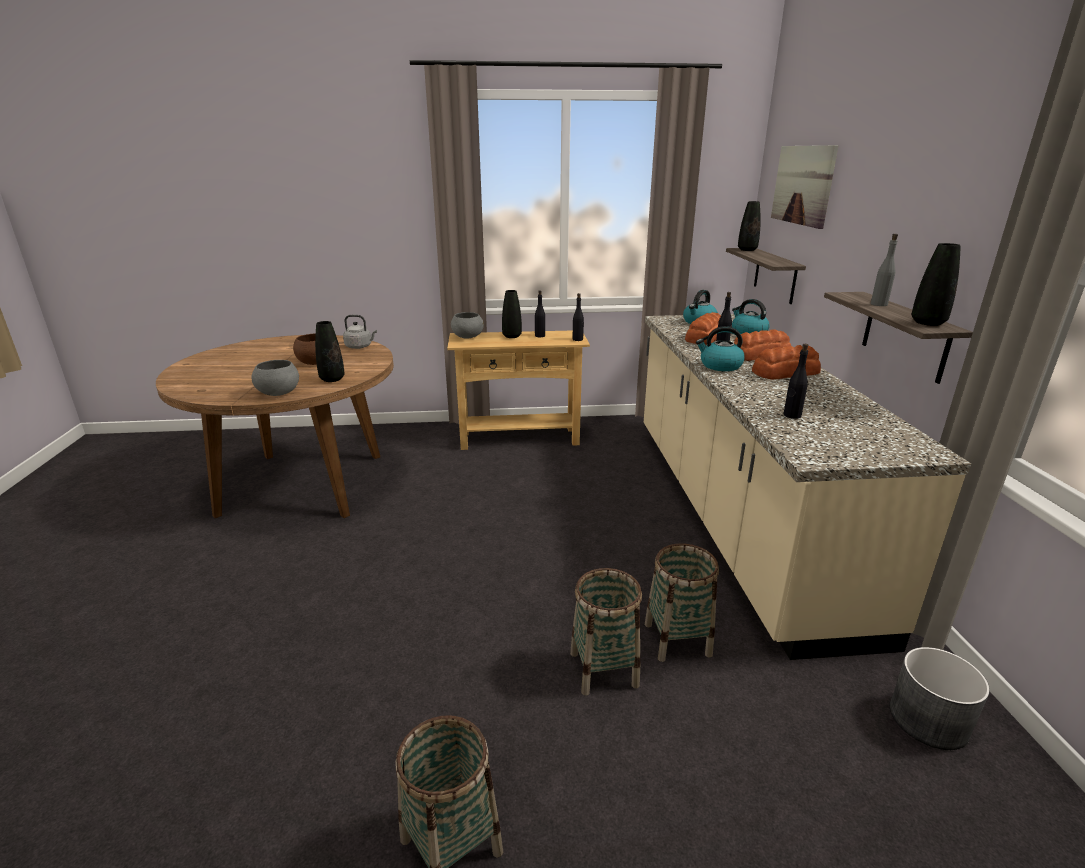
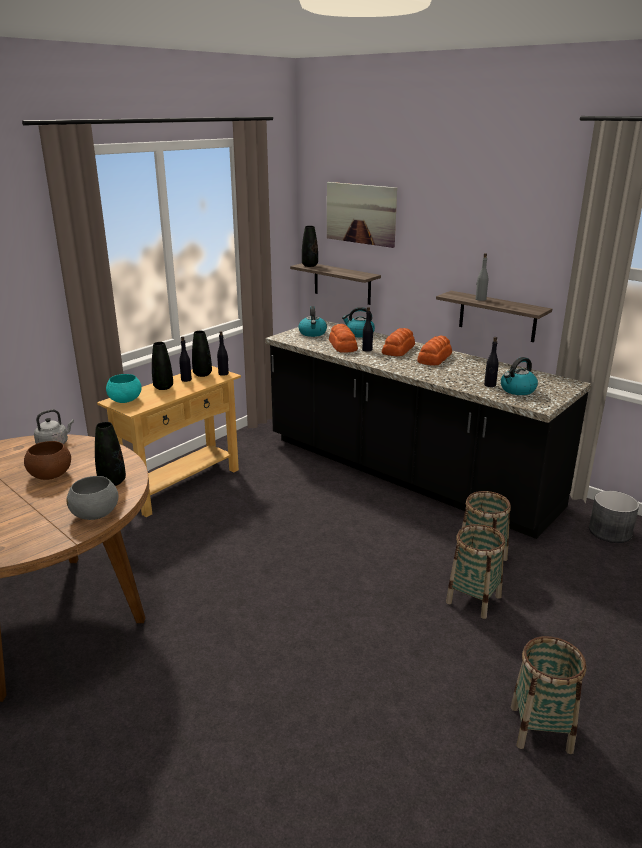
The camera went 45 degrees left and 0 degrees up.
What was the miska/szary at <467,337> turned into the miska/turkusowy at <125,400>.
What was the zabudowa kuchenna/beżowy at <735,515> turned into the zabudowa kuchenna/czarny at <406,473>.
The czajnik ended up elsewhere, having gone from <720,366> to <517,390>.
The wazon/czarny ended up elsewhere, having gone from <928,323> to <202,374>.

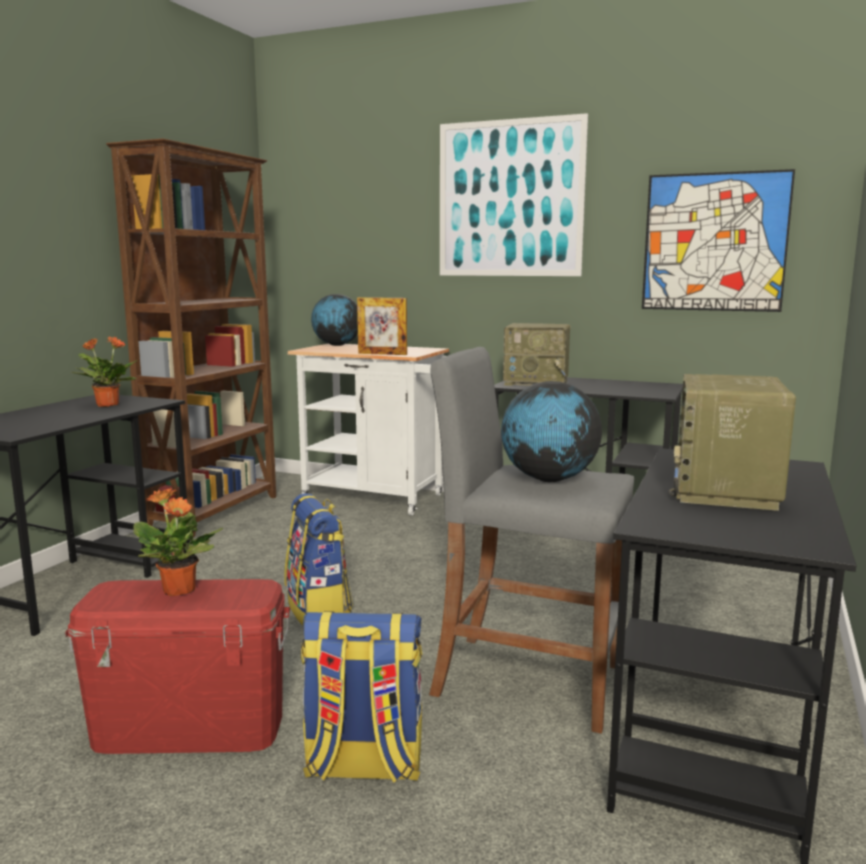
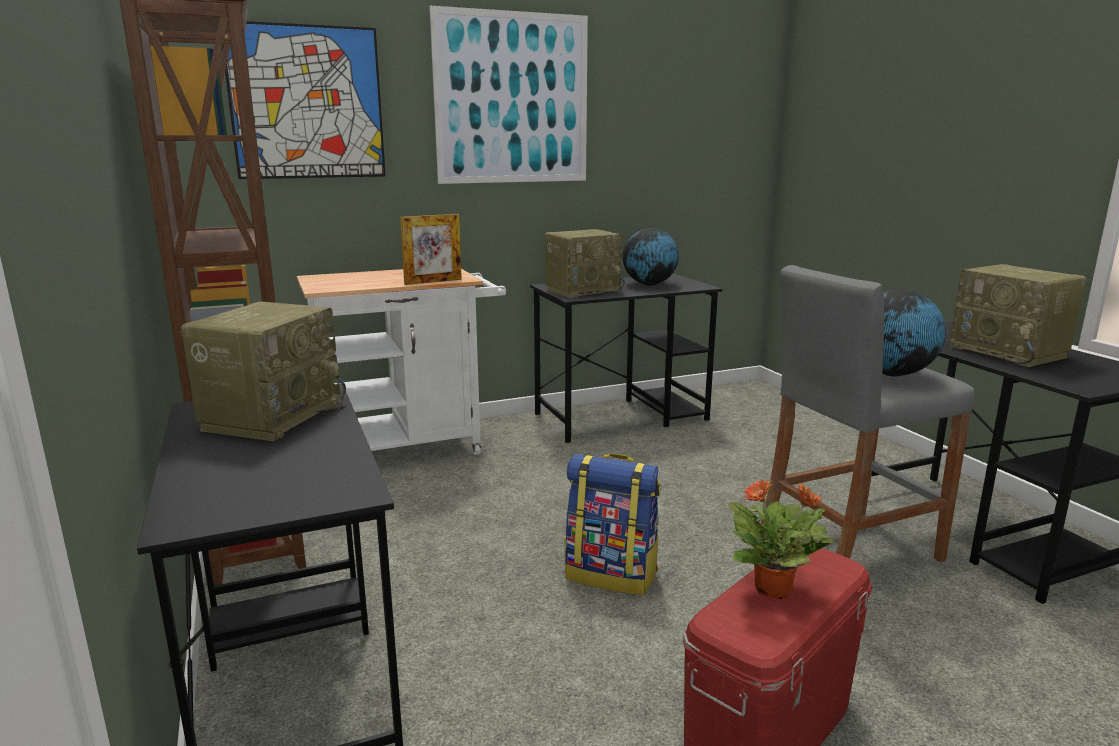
The camera went 45 degrees left and 5 degrees up.
Where the roślina doniczkowa stood at <107,405>, the radio came to stand at <272,416>.
The second view lost the plecak at <363,766>.
The globus ended up elsewhere, having gone from <337,345> to <649,284>.
The obraz ended up elsewhere, having gone from <714,242> to <307,103>.

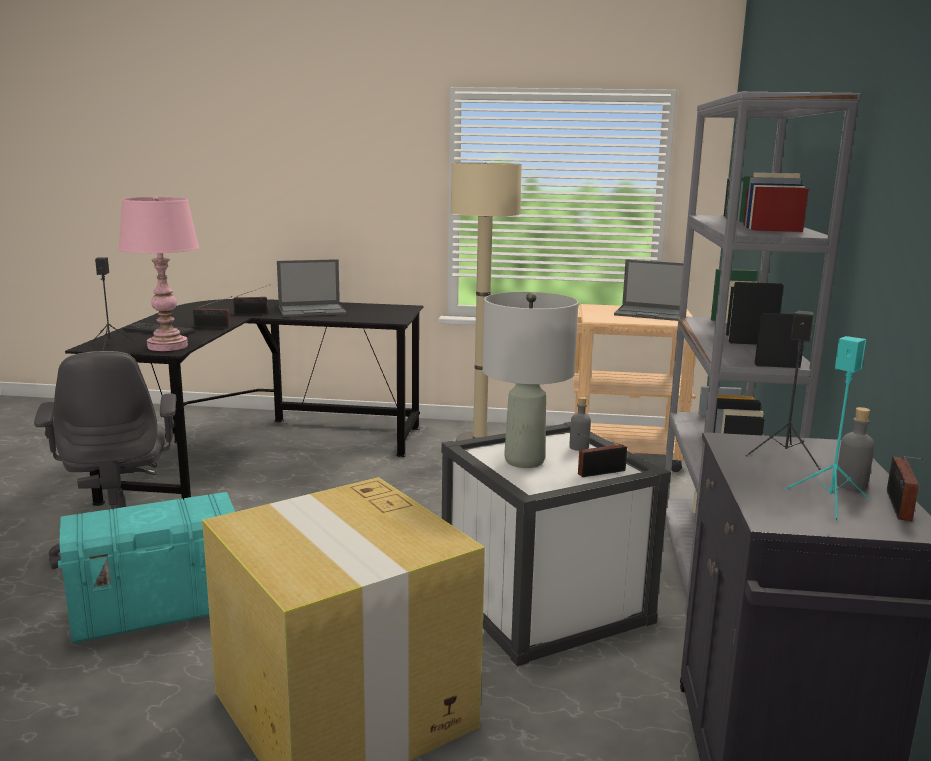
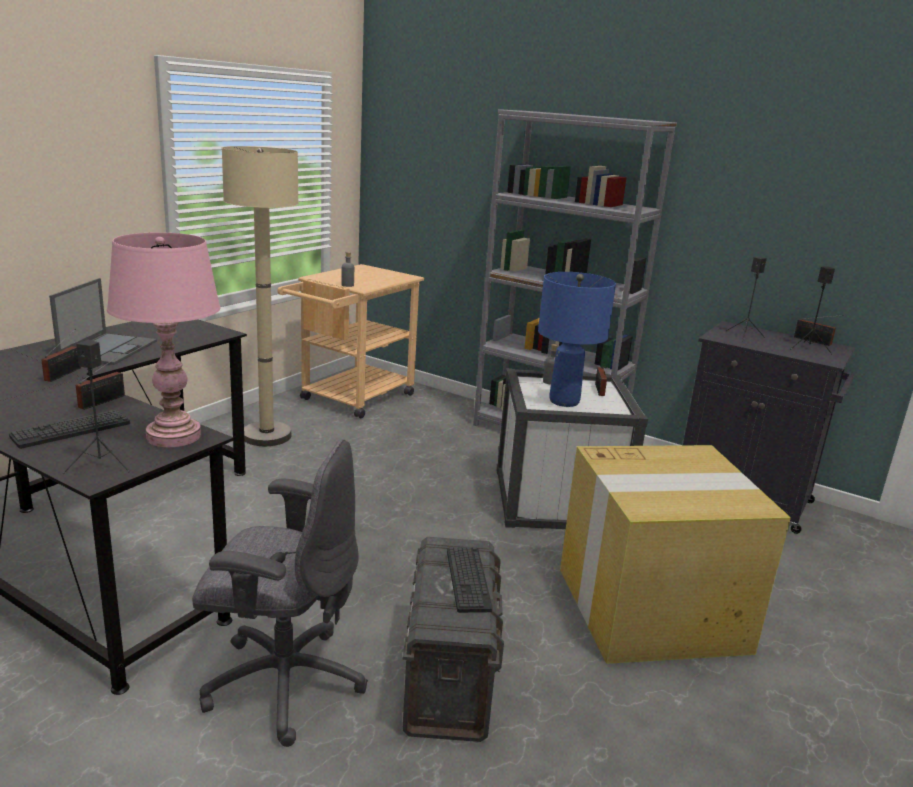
The camera went 65 degrees left and 5 degrees up.
What was the pojemnik do przechowywania/turkusowy at <159,609> turned into the pojemnik do przechowywania/szary at <449,674>.
What was the lampa stołowa/szary at <523,461> turned into the lampa stołowa/niebieski at <563,401>.
The second view lost the laptop at <651,313>.
What was the głośnik/turkusowy at <830,502> turned into the głośnik/czarny at <808,348>.
The butelka/szary ended up elsewhere, having gone from <851,484> to <347,285>.
The second view gained the klawiatura at <468,579>.

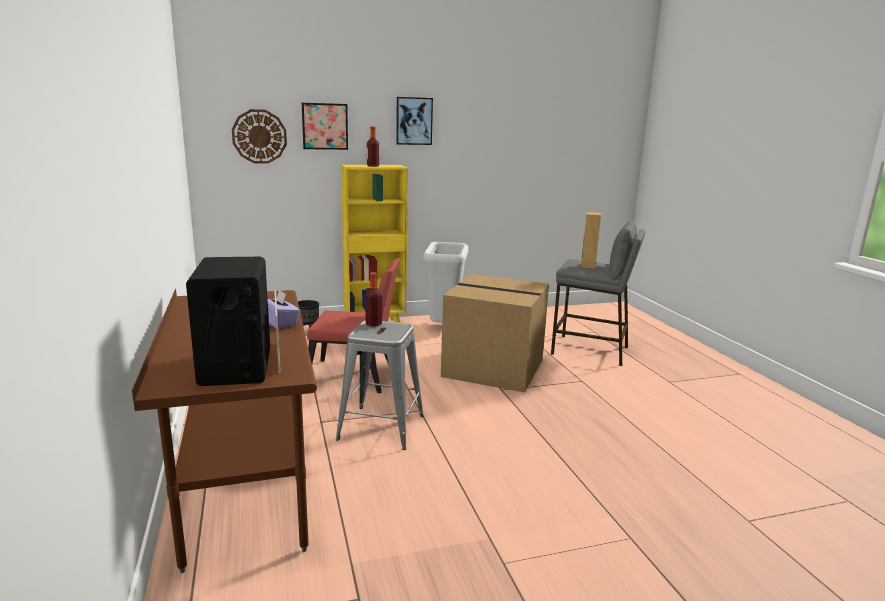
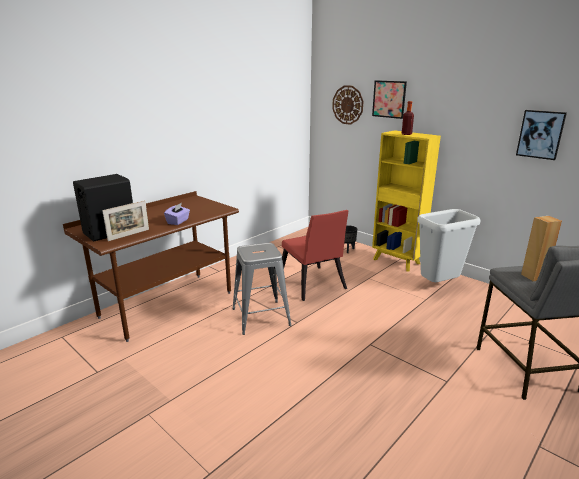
The camera went 60 degrees right and 5 degrees up.
The second view lost the butelka at <373,324>.
The obraz ended up elsewhere, having gone from <414,121> to <540,134>.
The second view lost the karton at <495,367>.

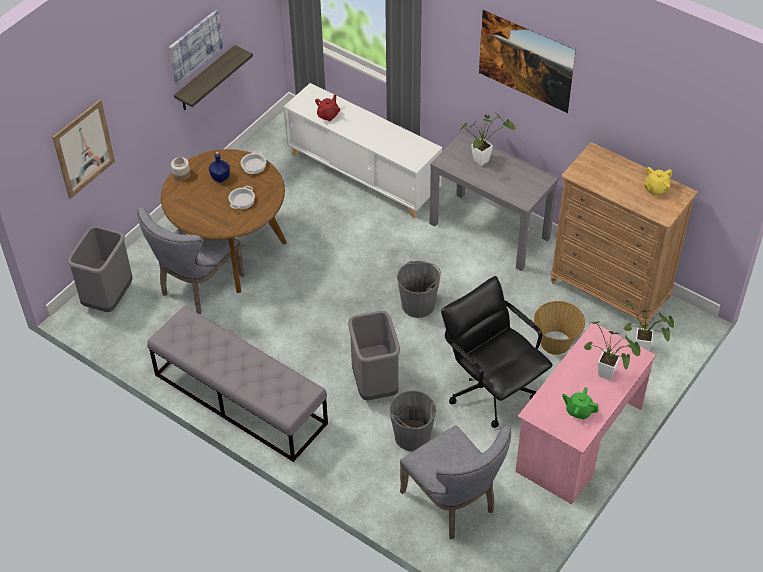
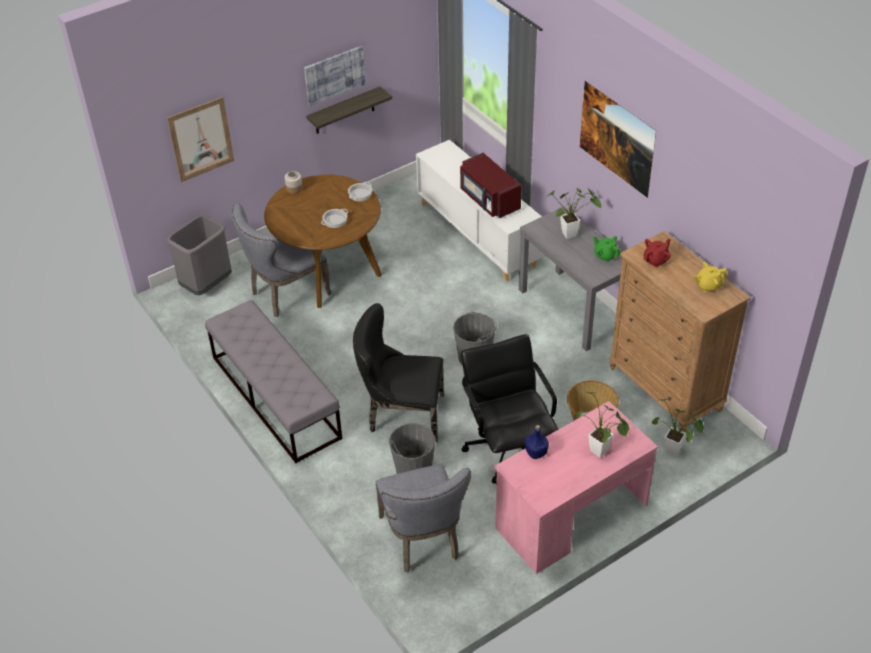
The camera went 20 degrees right and 5 degrees down.
The butelka/niebieski ended up elsewhere, having gone from <220,178> to <536,453>.
The imbryk/czerwony ended up elsewhere, having gone from <328,115> to <656,260>.
Where the kosz na śmieci/szary stood at <374,383>, the krzesło/czarny came to stand at <401,415>.
The imbryk/zielony ended up elsewhere, having gone from <578,411> to <605,255>.
The second view gained the mikrofalówka/czerwony at <489,199>.

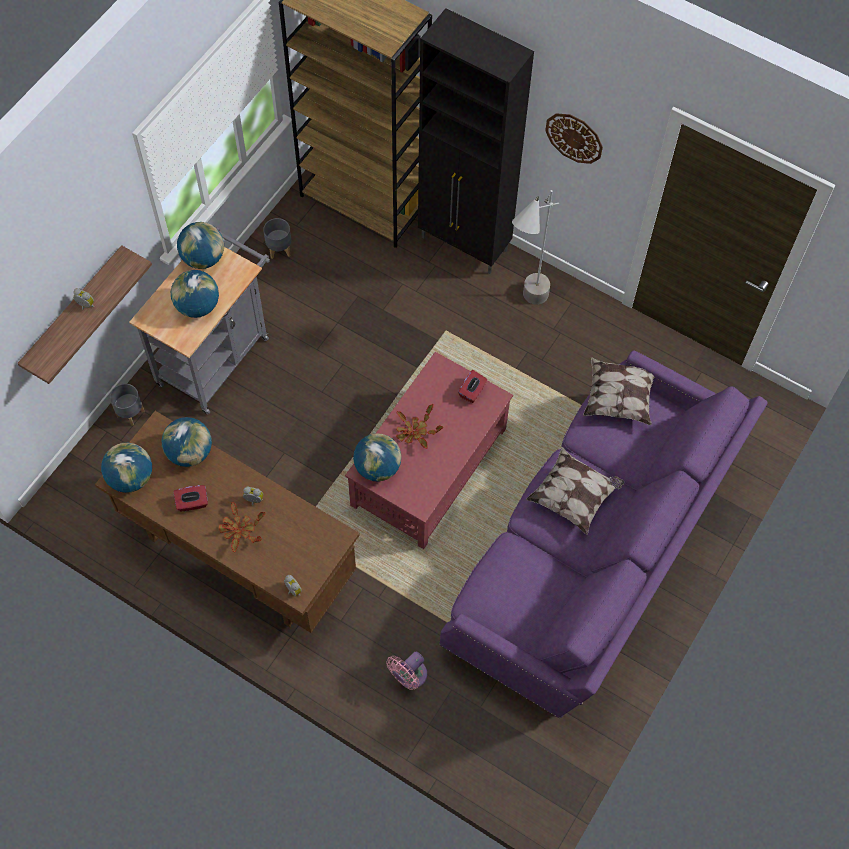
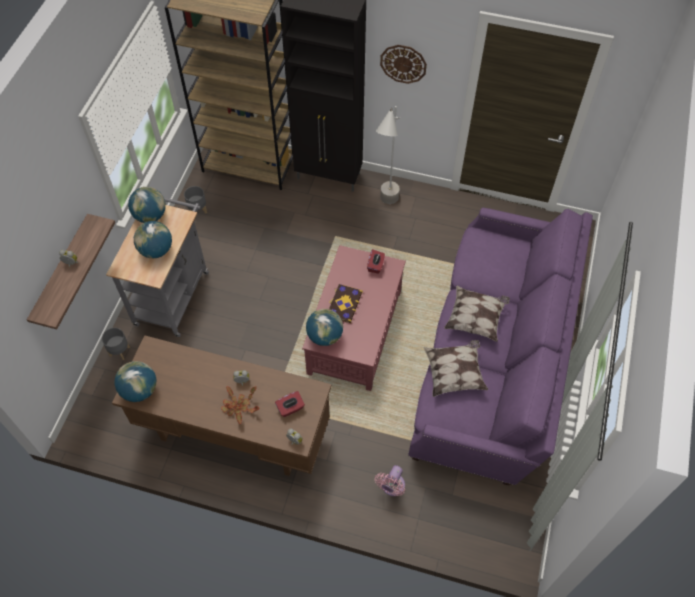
The camera went 15 degrees left and 5 degrees down.
The second view lost the globus at <190,452>.
The pudełko chusteczek/czerwony ended up elsewhere, having gone from <192,503> to <290,408>.
Where the roślina doniczkowa stood at <415,432>, the książka came to stand at <344,304>.
The poduszka ended up elsewhere, having gone from <619,398> to <454,373>.

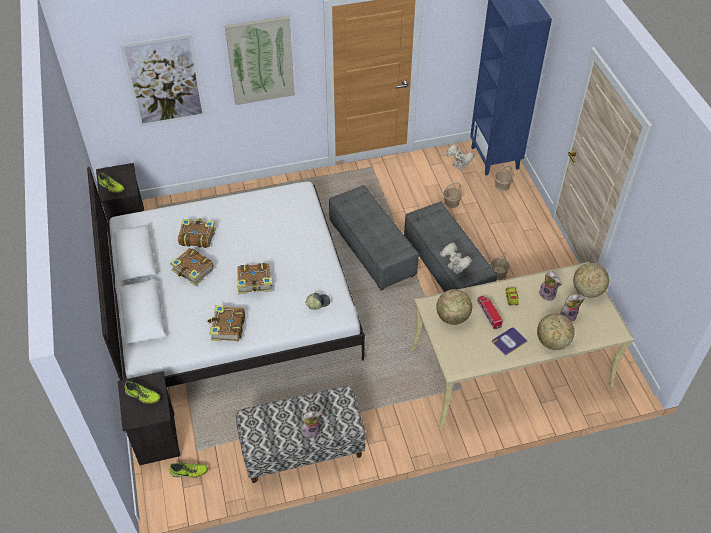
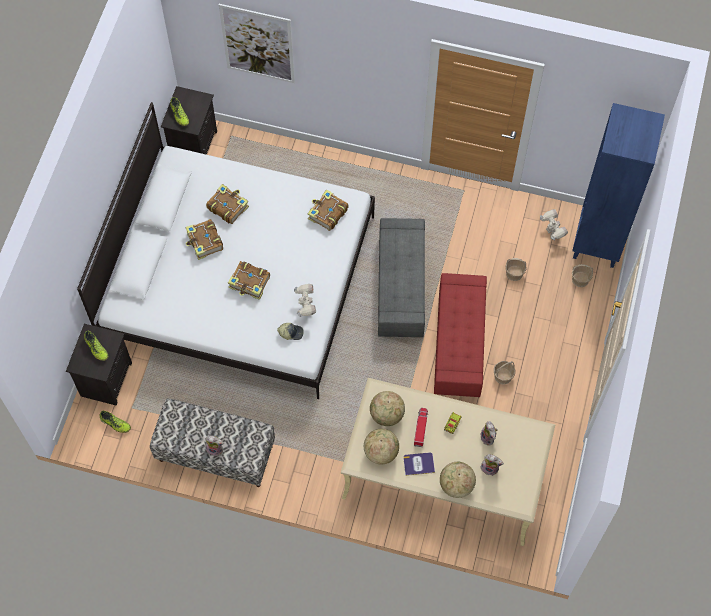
The camera went 30 degrees right and 15 degrees up.
The książka ended up elsewhere, having gone from <227,328> to <327,213>.
The second view lost the obraz at <260,60>.
What was the pufa/szary at <447,267> turned into the pufa/czerwony at <459,343>.
The robot zabawkowy ended up elsewhere, having gone from <454,269> to <306,309>.
The globus ended up elsewhere, having gone from <587,291> to <381,452>.

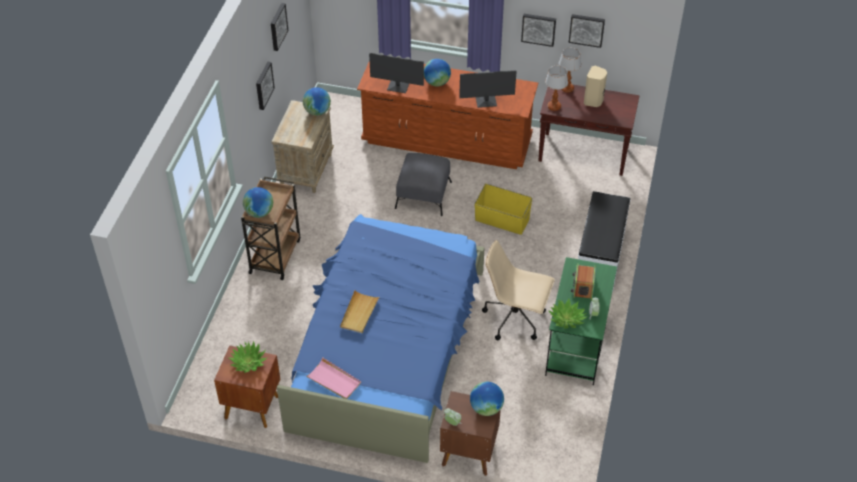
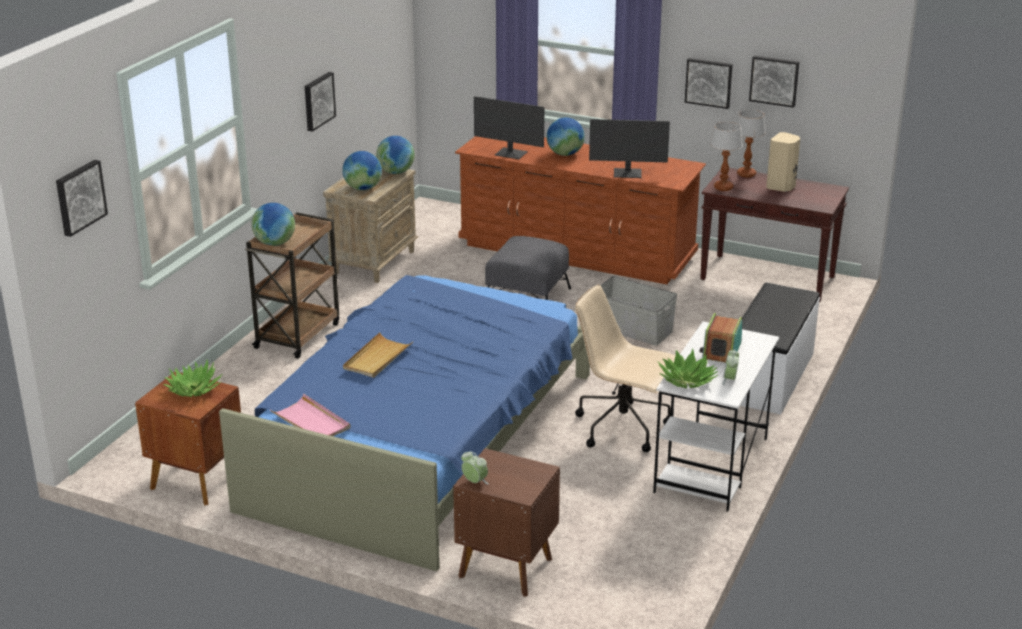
The camera went 10 degrees right and 20 degrees down.
The obraz ended up elsewhere, having gone from <277,26> to <79,197>.
The globus ended up elsewhere, having gone from <486,408> to <363,188>.
What was the pojemnik do przechowywania/żółty at <502,220> turned into the pojemnik do przechowywania/szary at <632,329>.
What was the biurko/zielony at <576,345> turned into the biurko/biały at <711,465>.

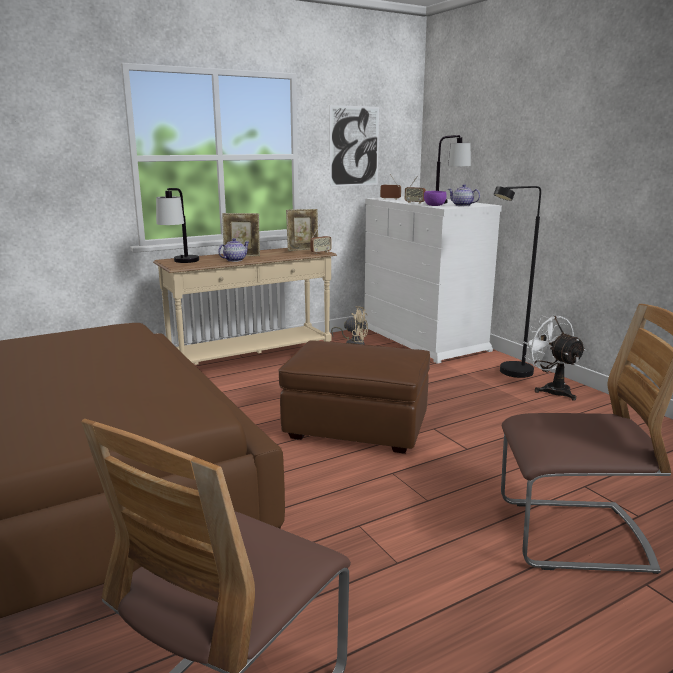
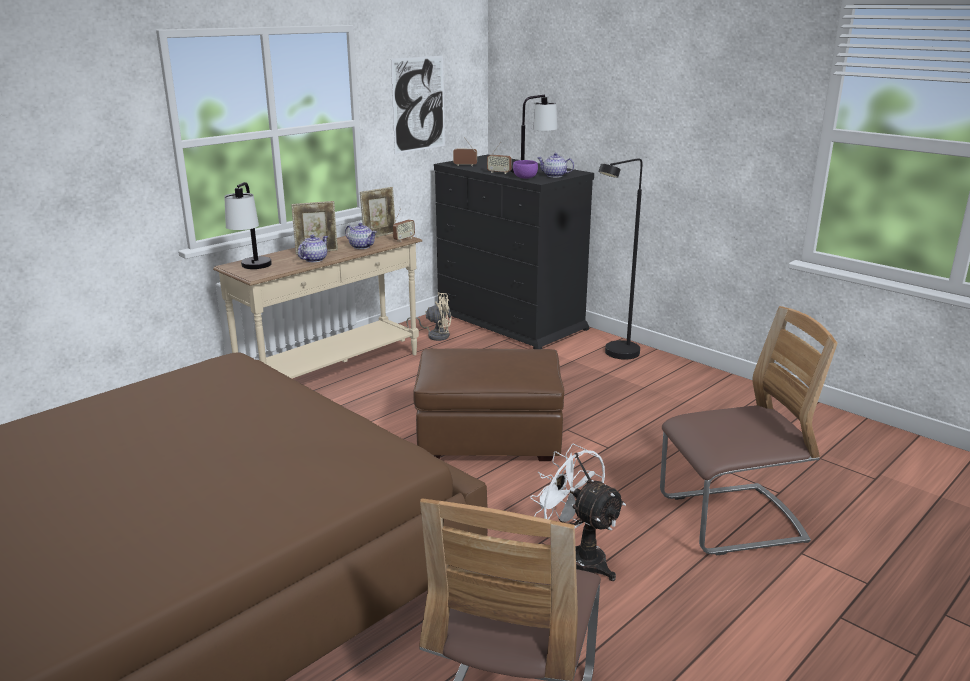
The camera went 15 degrees left and 5 degrees up.
What was the komoda/biały at <424,339> turned into the komoda/czarny at <511,321>.
The wentylator/biały ended up elsewhere, having gone from <551,389> to <578,558>.
The second view gained the imbryk at <361,246>.

